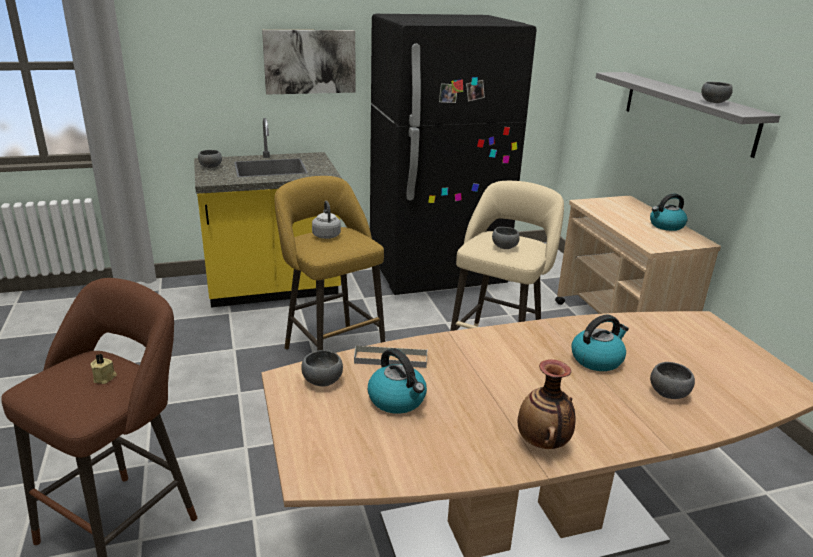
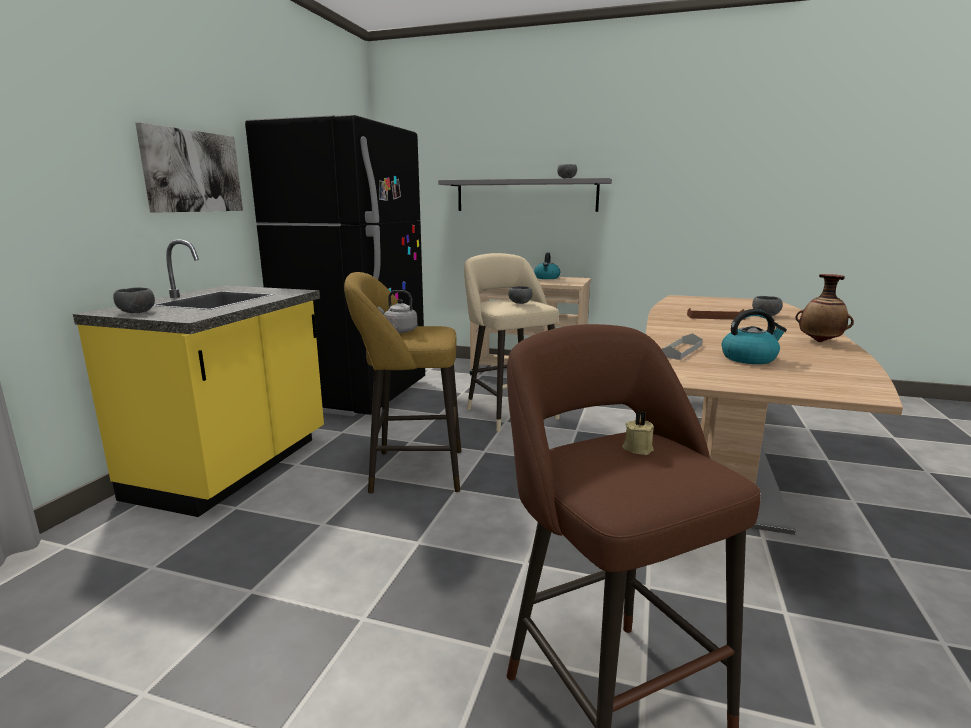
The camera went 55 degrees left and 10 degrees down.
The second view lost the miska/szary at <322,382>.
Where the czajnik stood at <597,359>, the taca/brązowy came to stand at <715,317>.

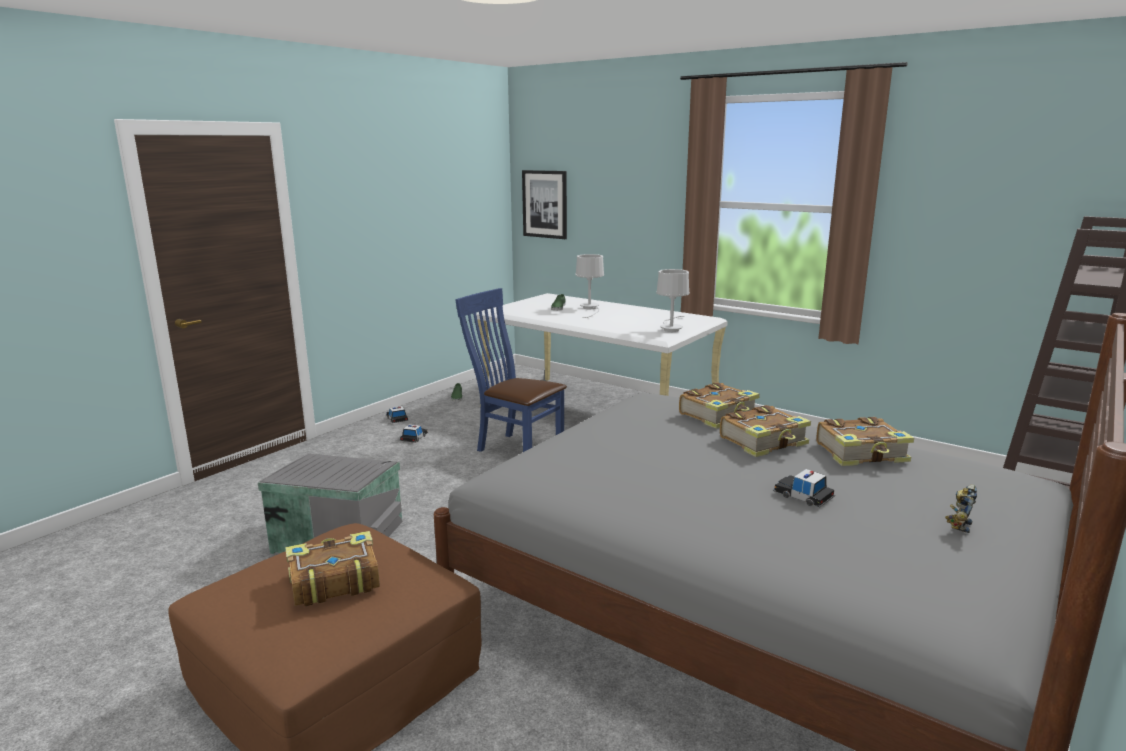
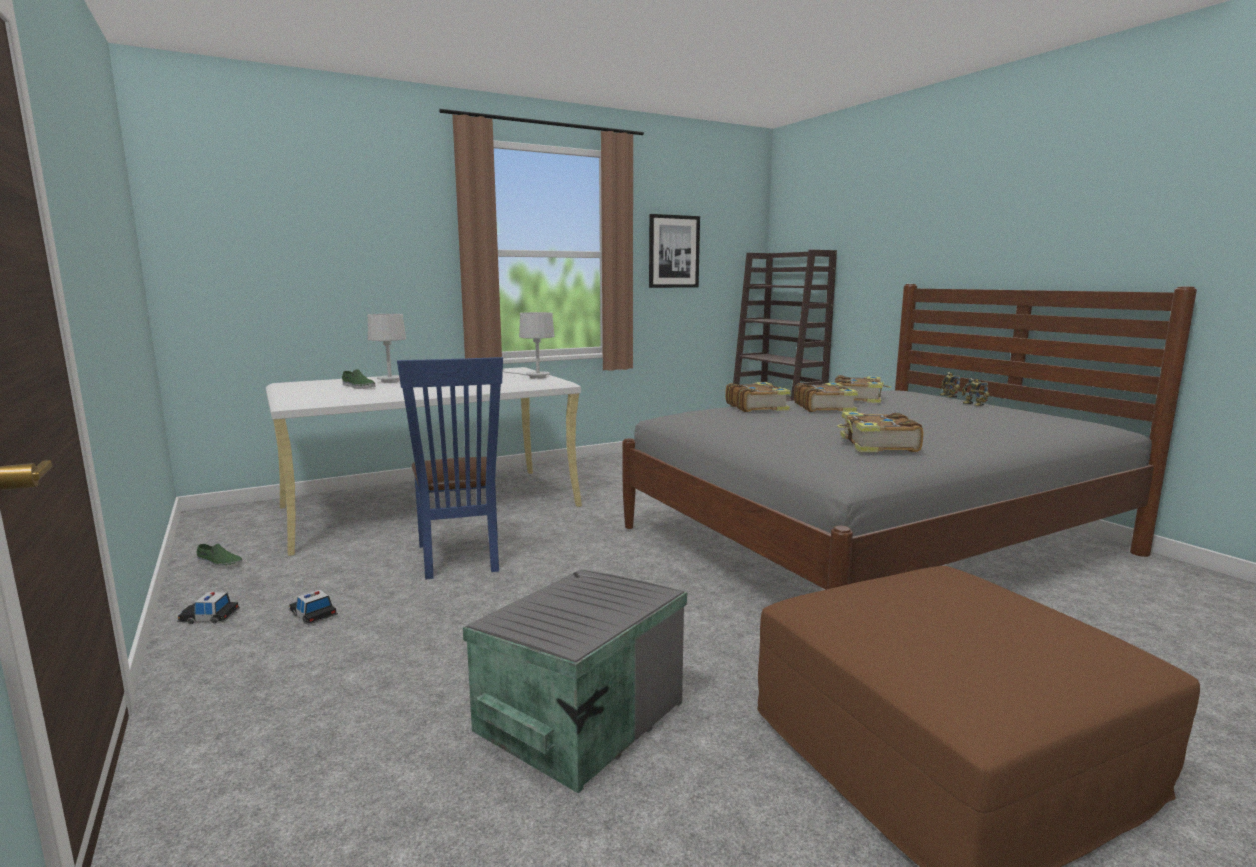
The camera went 65 degrees left and 5 degrees down.
The książka ended up elsewhere, having gone from <333,581> to <877,445>.
The krzesło/niebieski at <515,448> ended up facing another way, 75 degrees counterclockwise from before.
The obraz ended up elsewhere, having gone from <545,204> to <673,251>.
The second view lost the samochodzik at <803,496>.
The second view gained the robot zabawkowy at <947,396>.

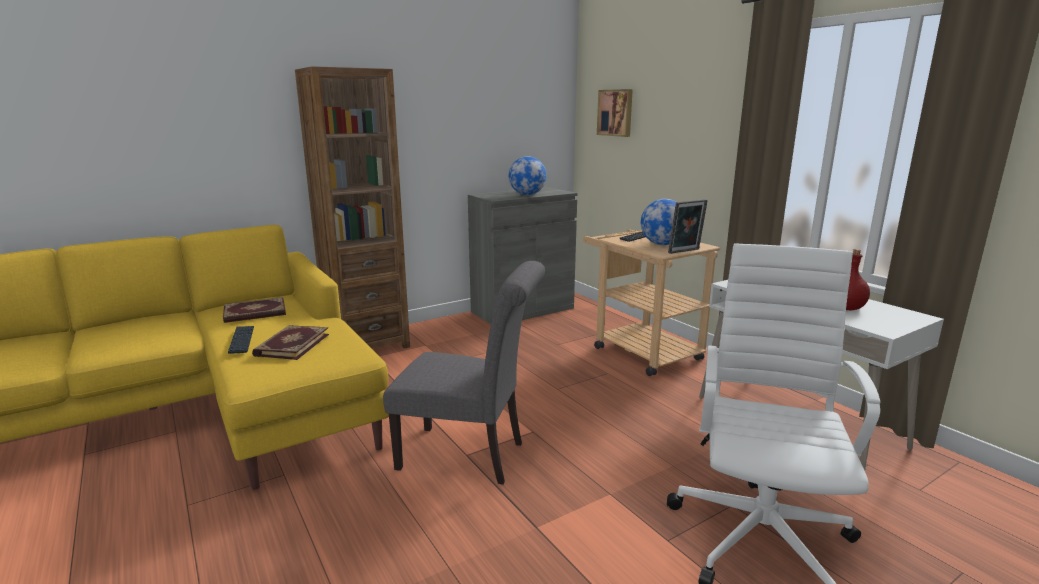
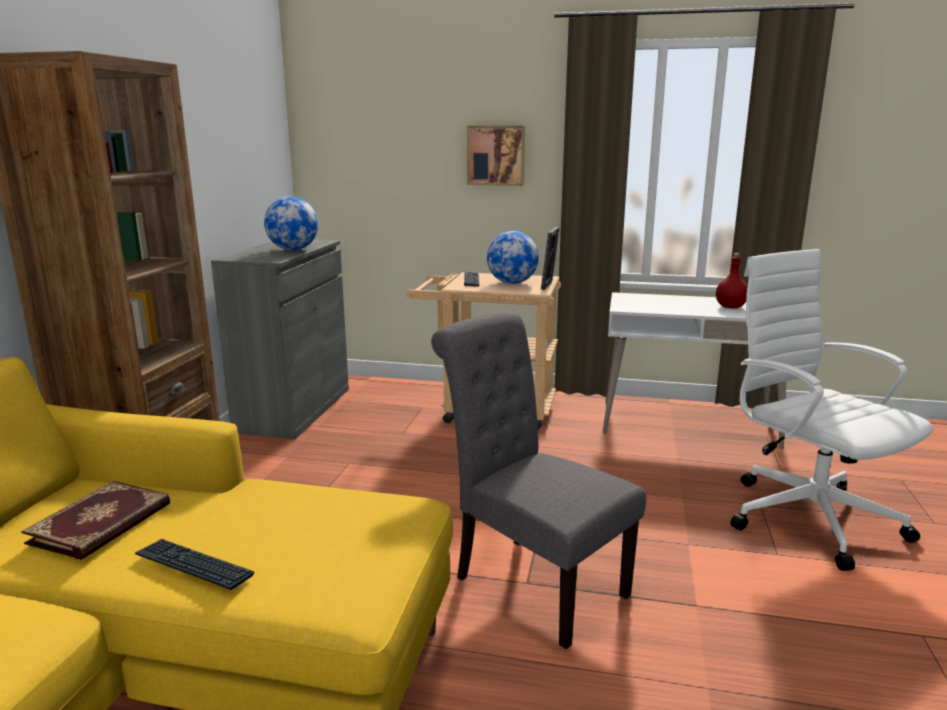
The camera went 45 degrees left and 0 degrees up.
The second view lost the książka at <291,345>.
The krzesło/szary at <469,456> ended up facing another way, 105 degrees counterclockwise from before.
The obraz ended up elsewhere, having gone from <616,112> to <496,155>.

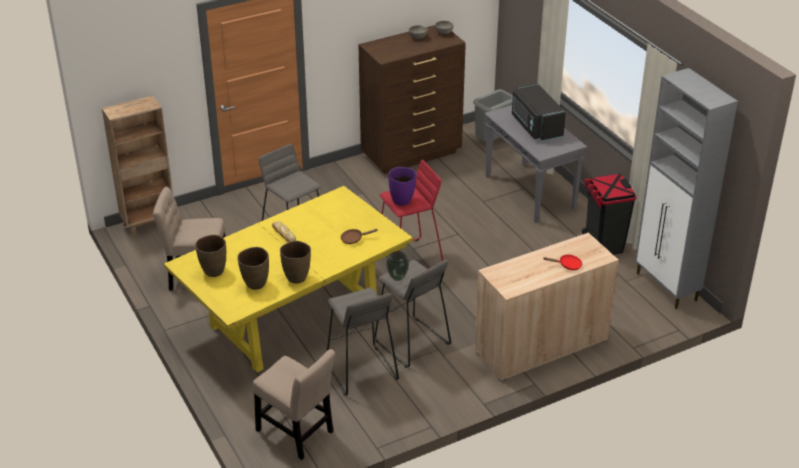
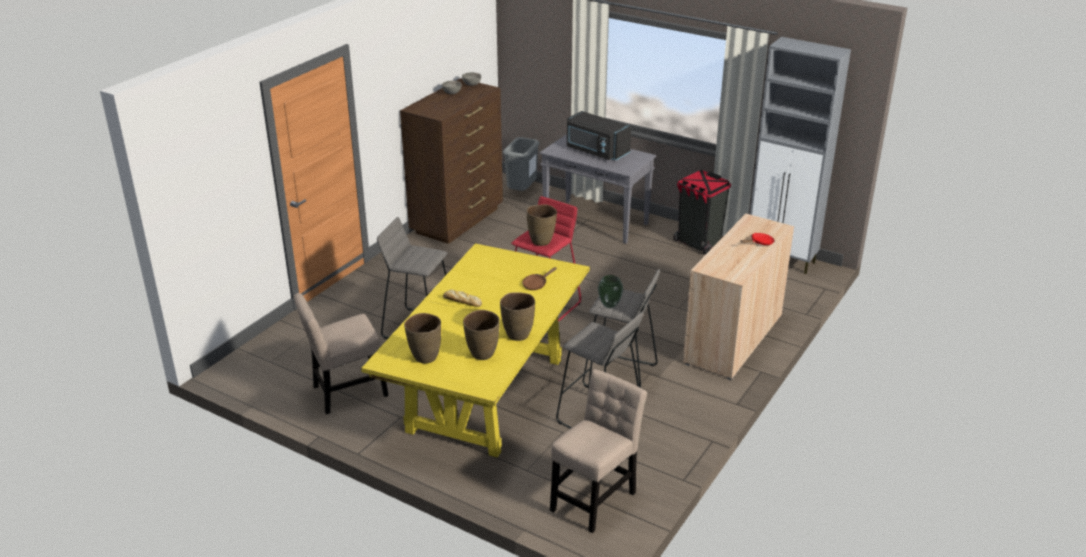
The camera went 30 degrees left and 5 degrees down.
The second view lost the regał/brązowy at <149,225>.
The krzesło/beżowy at <297,433> ended up facing another way, 60 degrees counterclockwise from before.
What was the wazon/fioletowy at <402,201> turned into the wazon/brązowy at <541,241>.

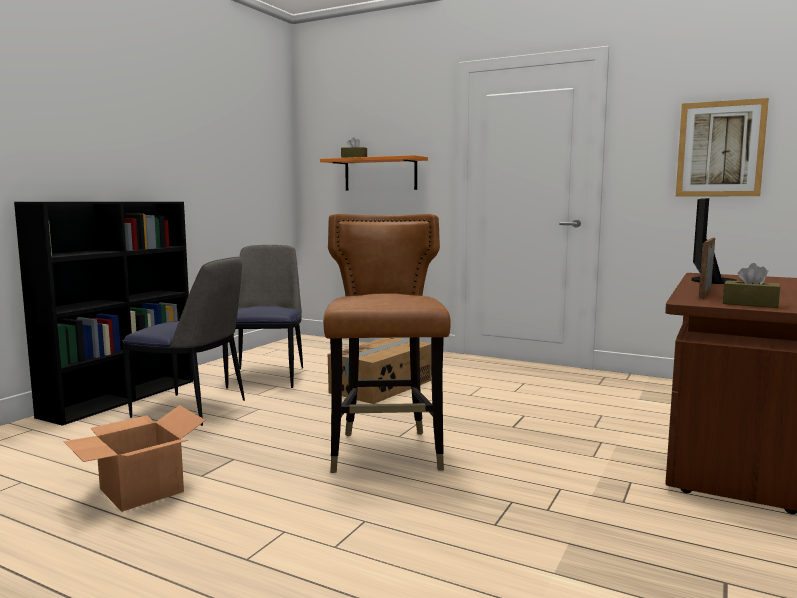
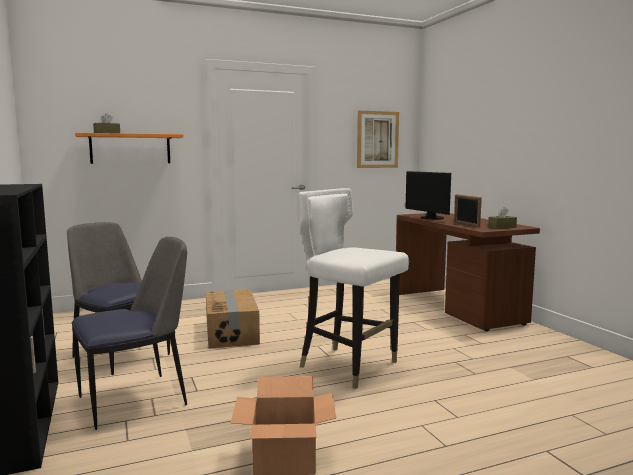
The camera went 50 degrees left and 0 degrees up.
What was the krzesło/brązowy at <386,453> turned into the krzesło/biały at <349,366>.

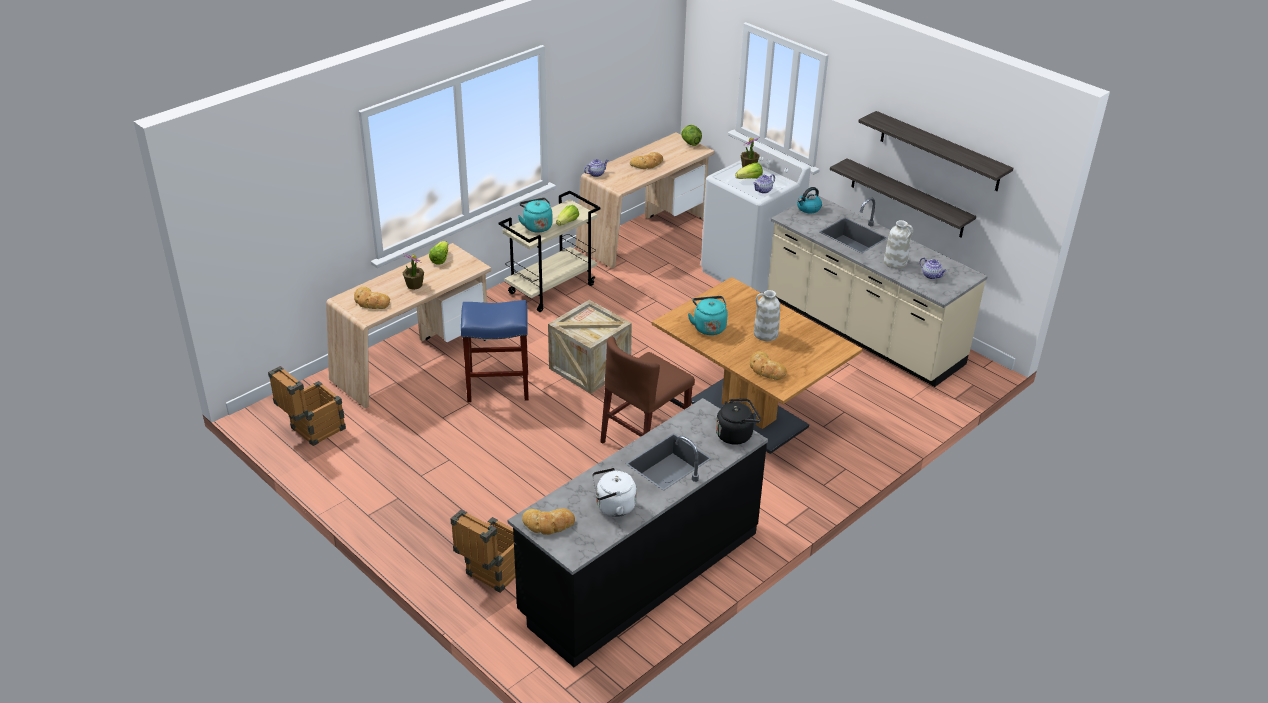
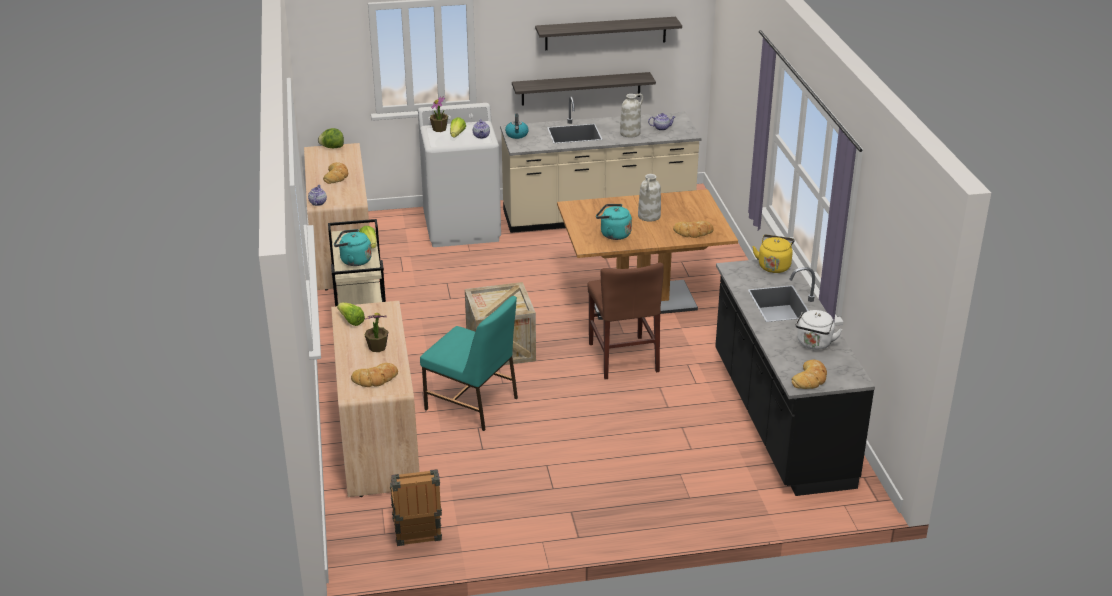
The camera went 55 degrees left and 5 degrees down.
The second view lost the skrzynka at <491,574>.
Where the stołek/niebieski stood at <497,387>, the krzesło/turkusowy came to stand at <472,404>.
What was the czajnik/czarny at <736,434> turned into the czajnik/żółty at <774,266>.

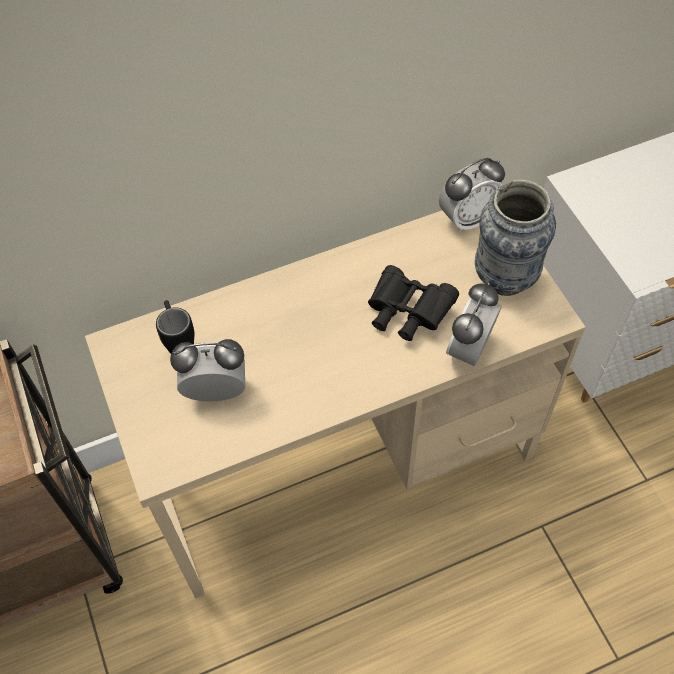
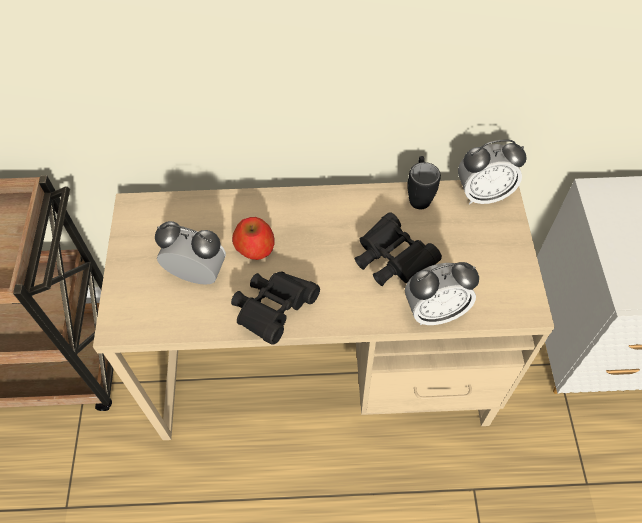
The camera went 20 degrees right and 0 degrees up.
The kubek/czarny ended up elsewhere, having gone from <179,341> to <419,195>.
The budzik at <469,349> ended up facing another way, 150 degrees counterclockwise from before.
The second view lost the wazon at <504,278>.
The second view gained the lornetka/czarny at <273,310>.
The second view gained the jabłko at <255,247>.

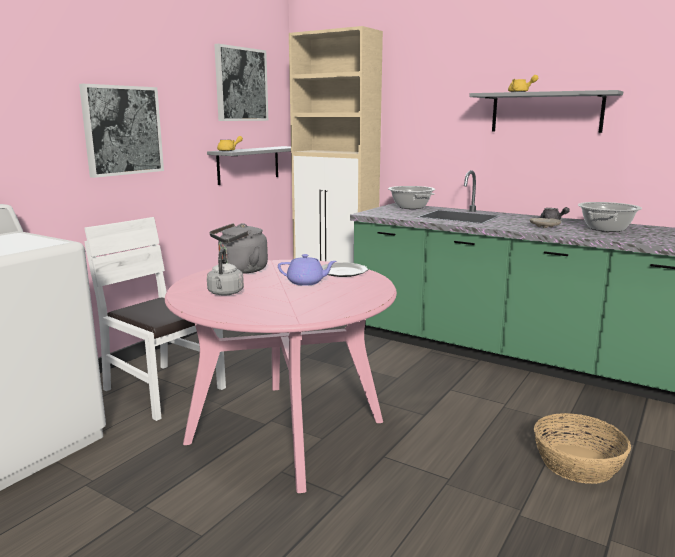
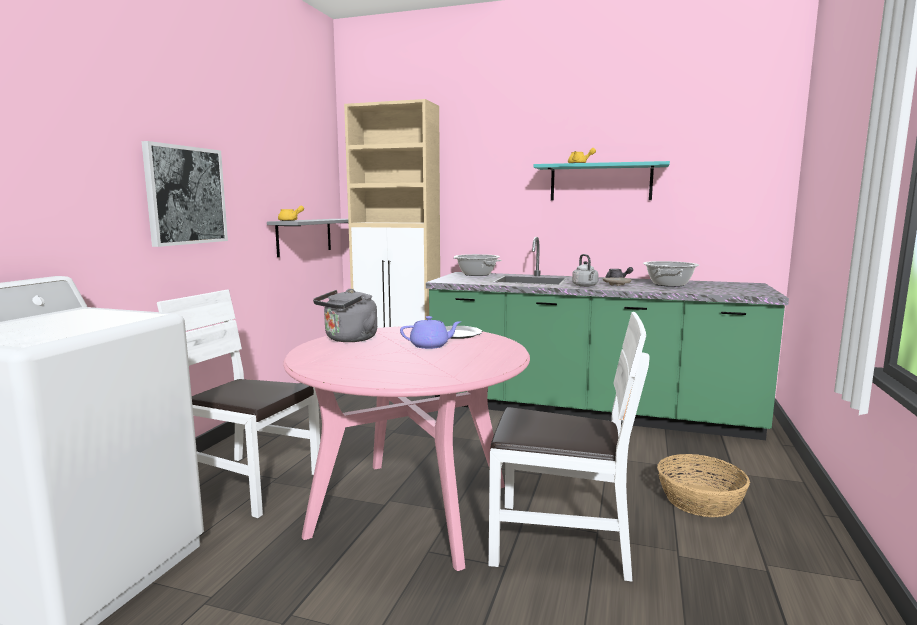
The camera went 15 degrees left and 5 degrees down.
The czajnik/szary ended up elsewhere, having gone from <225,293> to <585,286>.
The second view lost the obraz at <241,84>.
What was the półka/szary at <546,112> turned into the półka/turkusowy at <600,182>.
The second view gained the krzesło/biały at <560,540>.

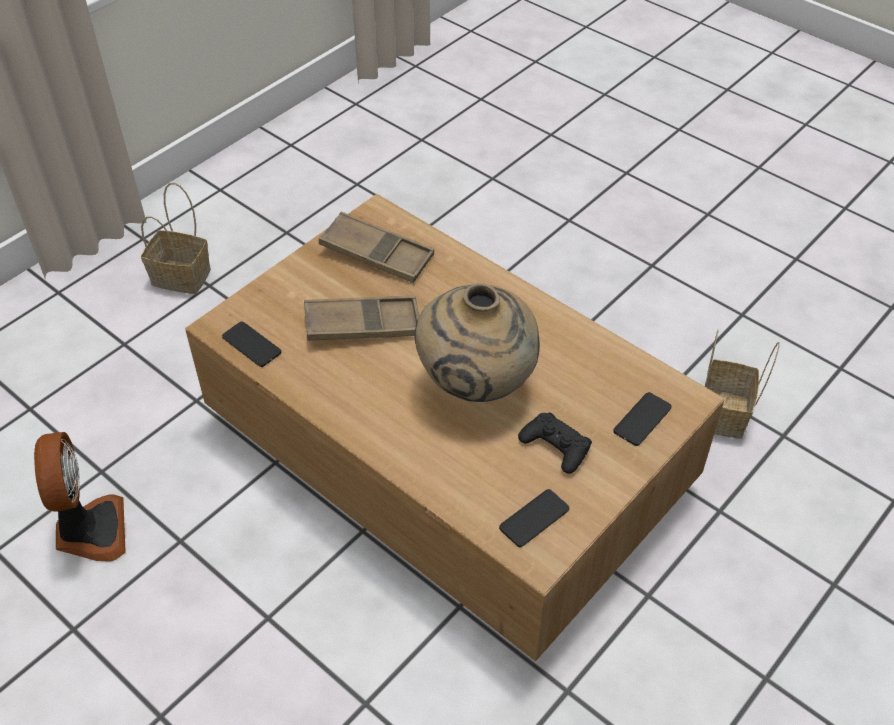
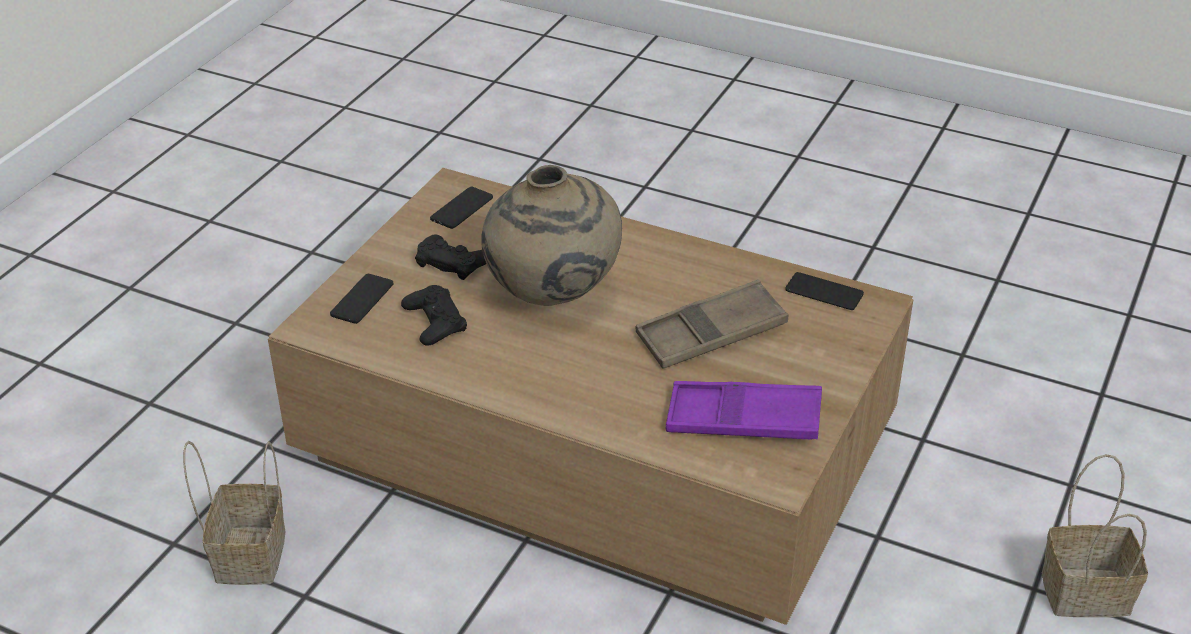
The camera went 165 degrees right and 10 degrees down.
The second view lost the wentylator at <90,531>.
What was the taca/brązowy at <377,254> turned into the taca/fioletowy at <743,420>.
The second view gained the pad do gier/czarny at <434,321>.

